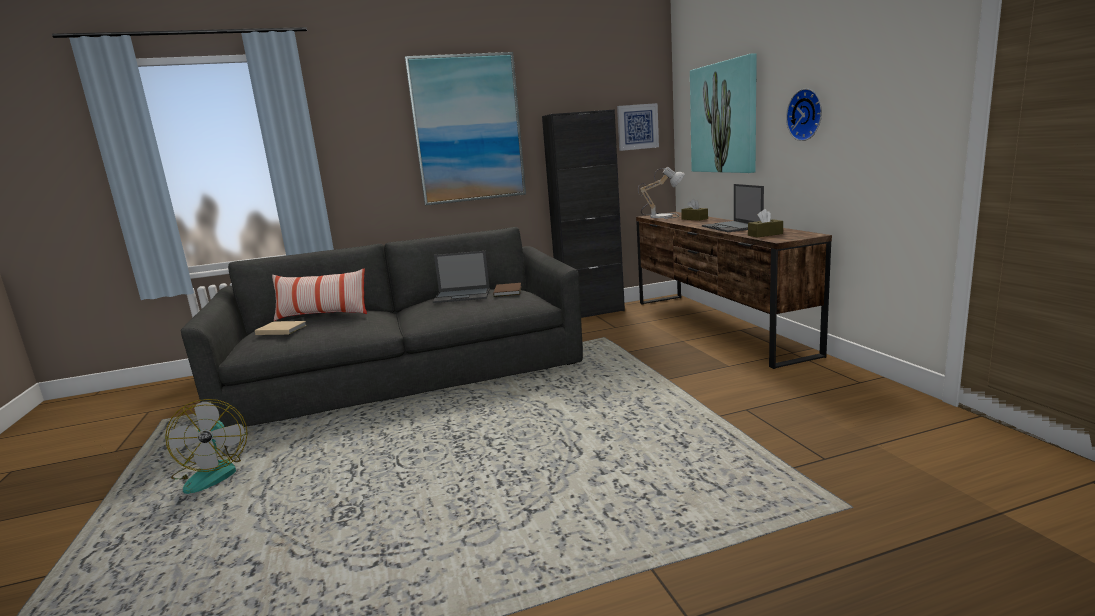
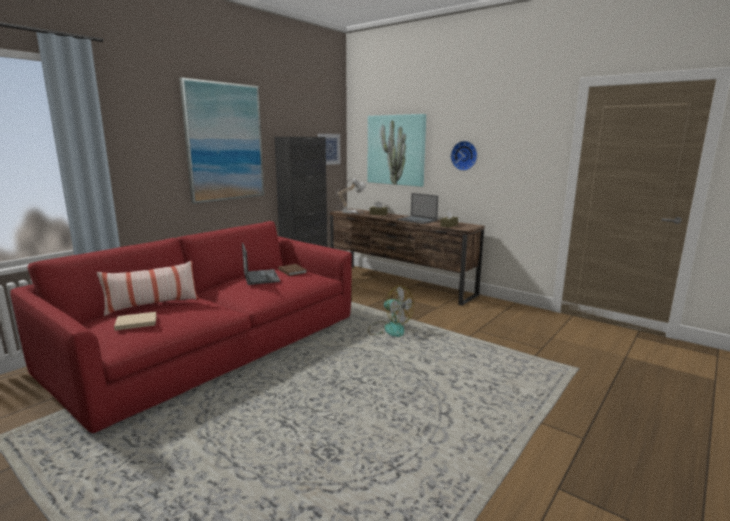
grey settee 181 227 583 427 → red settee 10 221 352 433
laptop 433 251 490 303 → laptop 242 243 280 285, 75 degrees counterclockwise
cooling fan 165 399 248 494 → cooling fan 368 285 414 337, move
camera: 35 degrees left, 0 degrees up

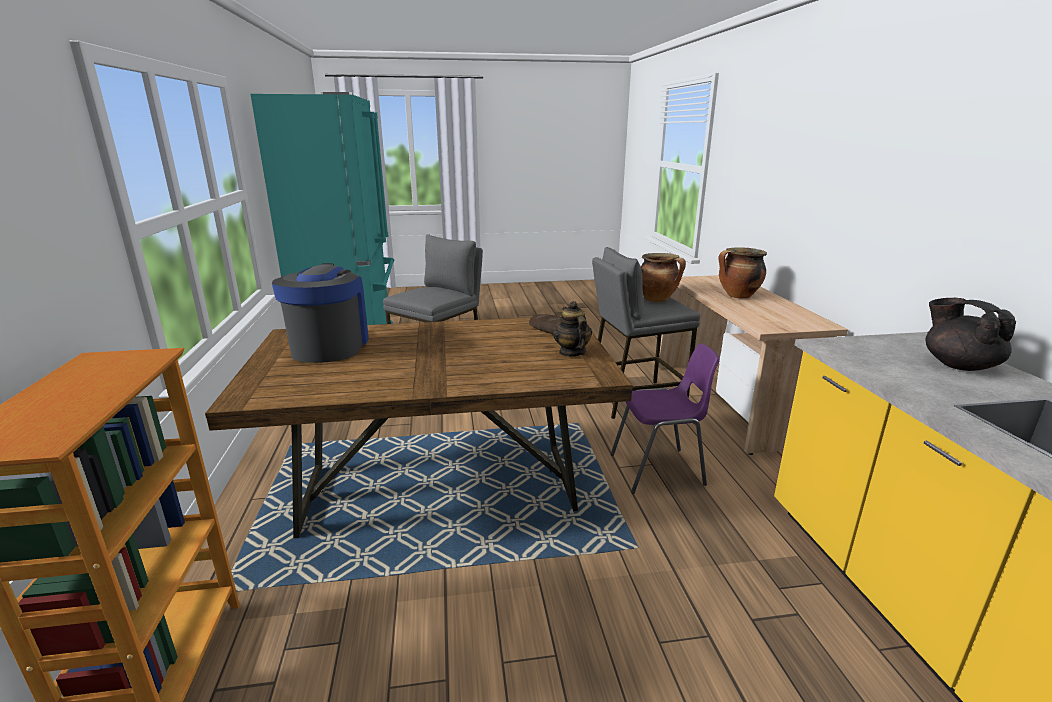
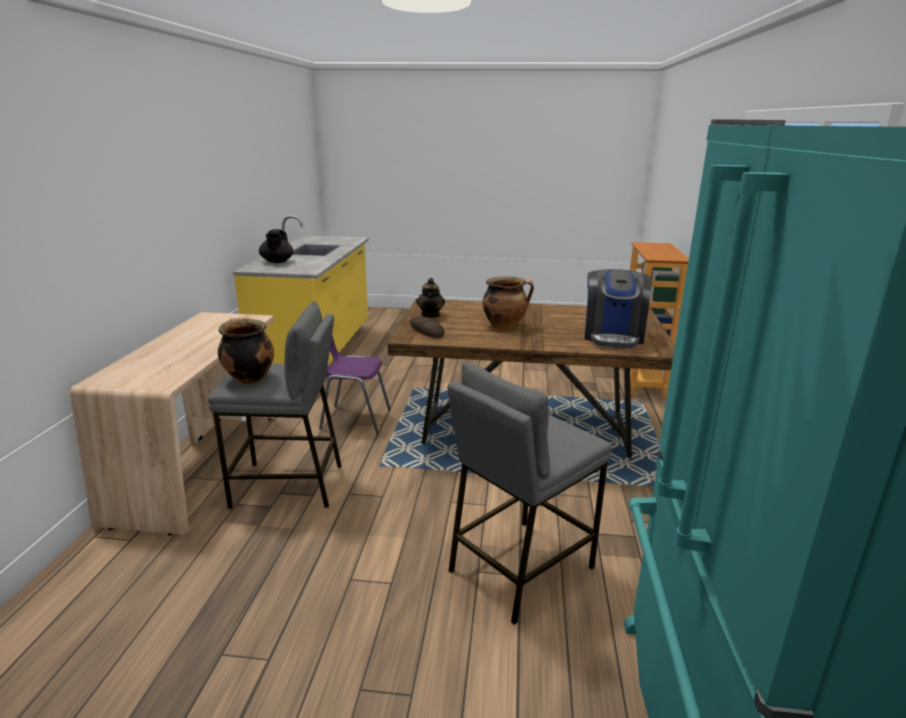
cooking pot 719 247 767 299 → cooking pot 483 276 534 330, move
camera: 165 degrees left, 0 degrees up

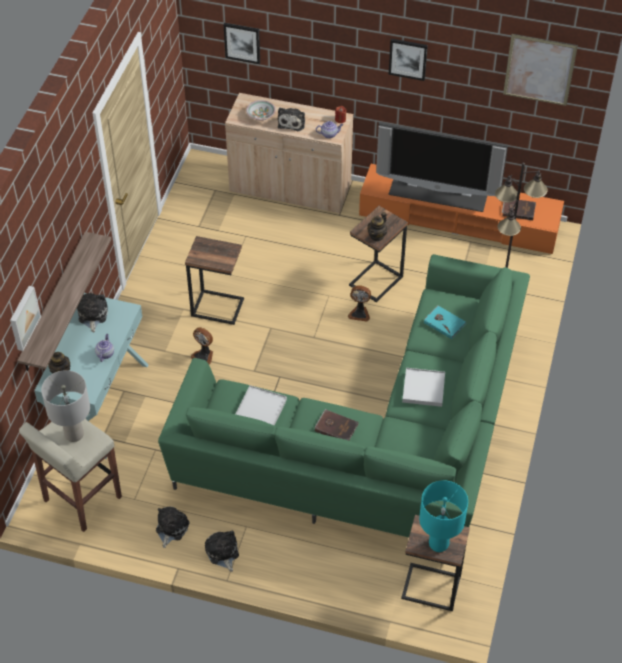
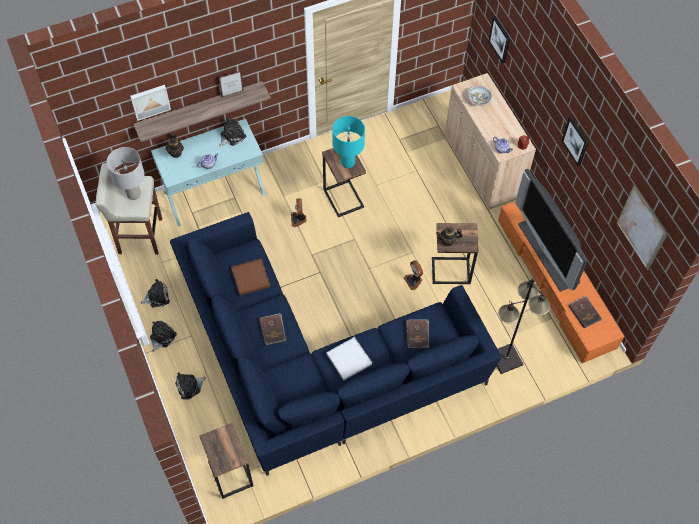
cuddly toy 278 107 305 131 → cuddly toy 175 372 206 400, move
green settee 158 254 530 537 → blue settee 170 212 501 476
turquoise-coloured book 424 305 466 339 → brown-coloured book 406 319 429 348
white serving tray 236 385 287 426 → brown-coloured serving tray 231 258 271 296
turquoise-coloured tabletop lamp 419 480 468 552 → turquoise-coloured tabletop lamp 332 116 365 168, move
- → picture frame 219 71 244 97
camera: 50 degrees right, 10 degrees up

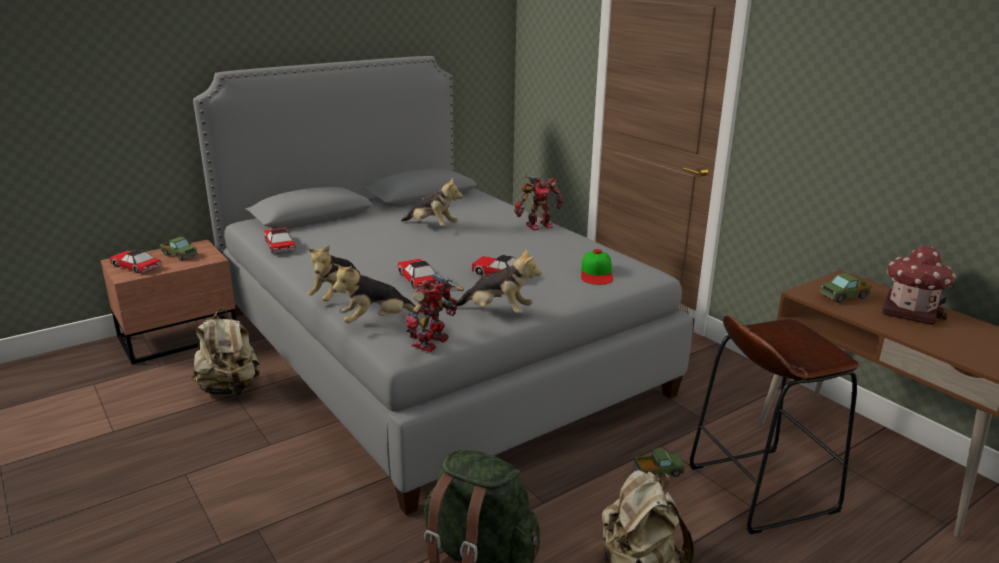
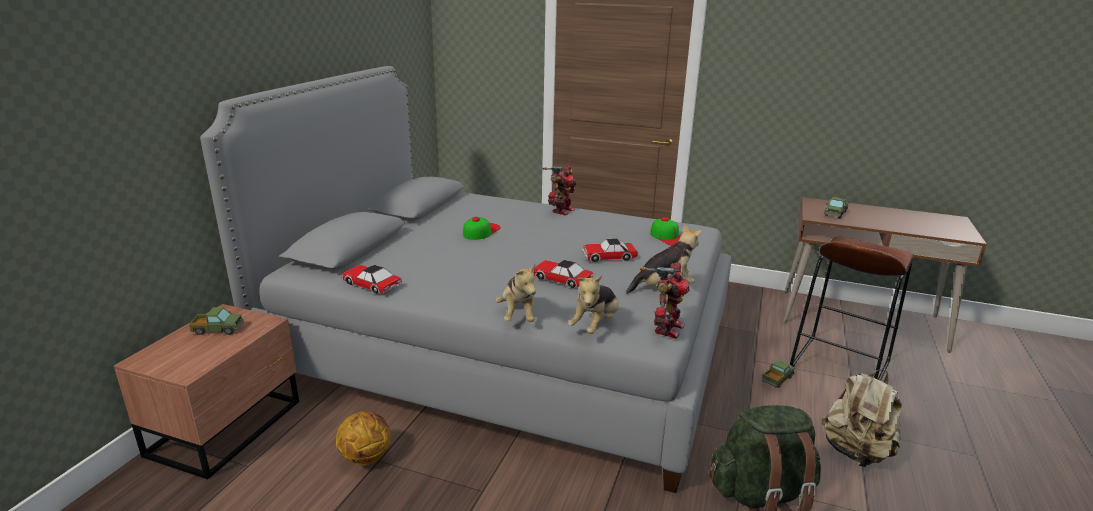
cuddly toy 401 177 463 226 → baseball cap 463 217 501 240
toy house 882 246 956 325 → -
model car 110 250 162 273 → -
robot figure 405 273 464 352 → robot figure 640 262 689 339, 150 degrees counterclockwise
beige backpack 191 308 260 396 → basketball ball 336 411 391 466
camera: 35 degrees left, 0 degrees up

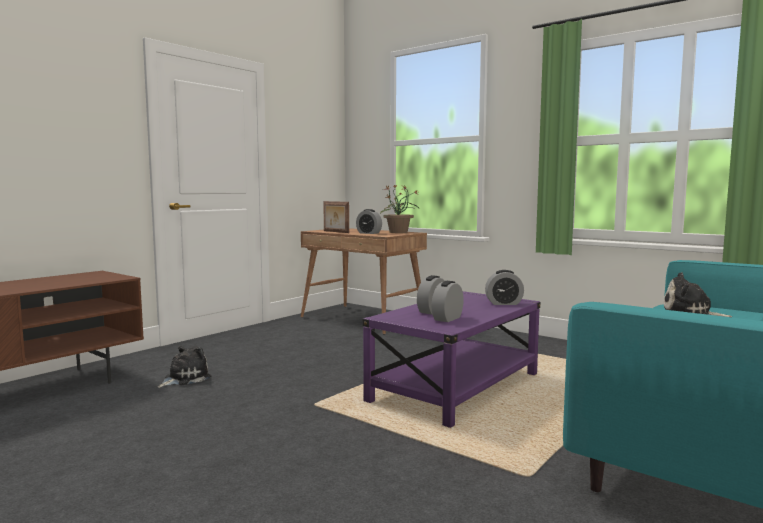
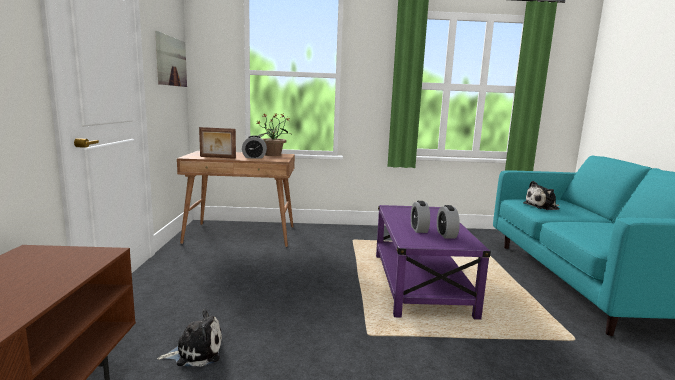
table clock 485 270 524 305 → -
cuddly toy 158 346 211 388 → cuddly toy 157 310 222 367, 75 degrees clockwise
- → wall picture 155 31 187 87
camera: 40 degrees left, 5 degrees up

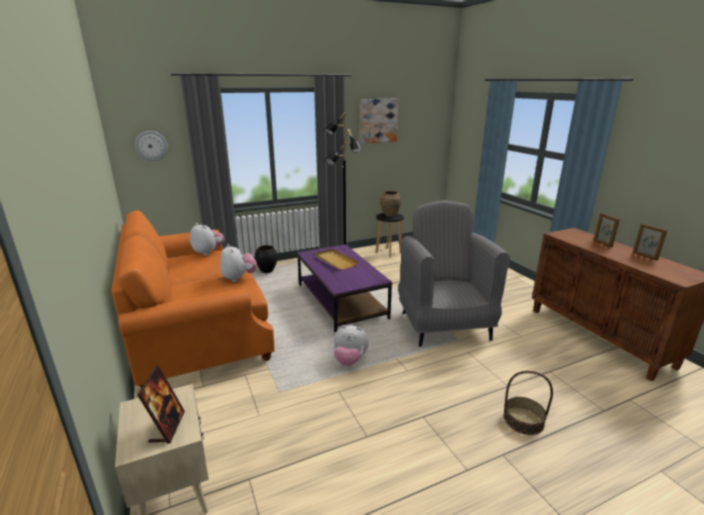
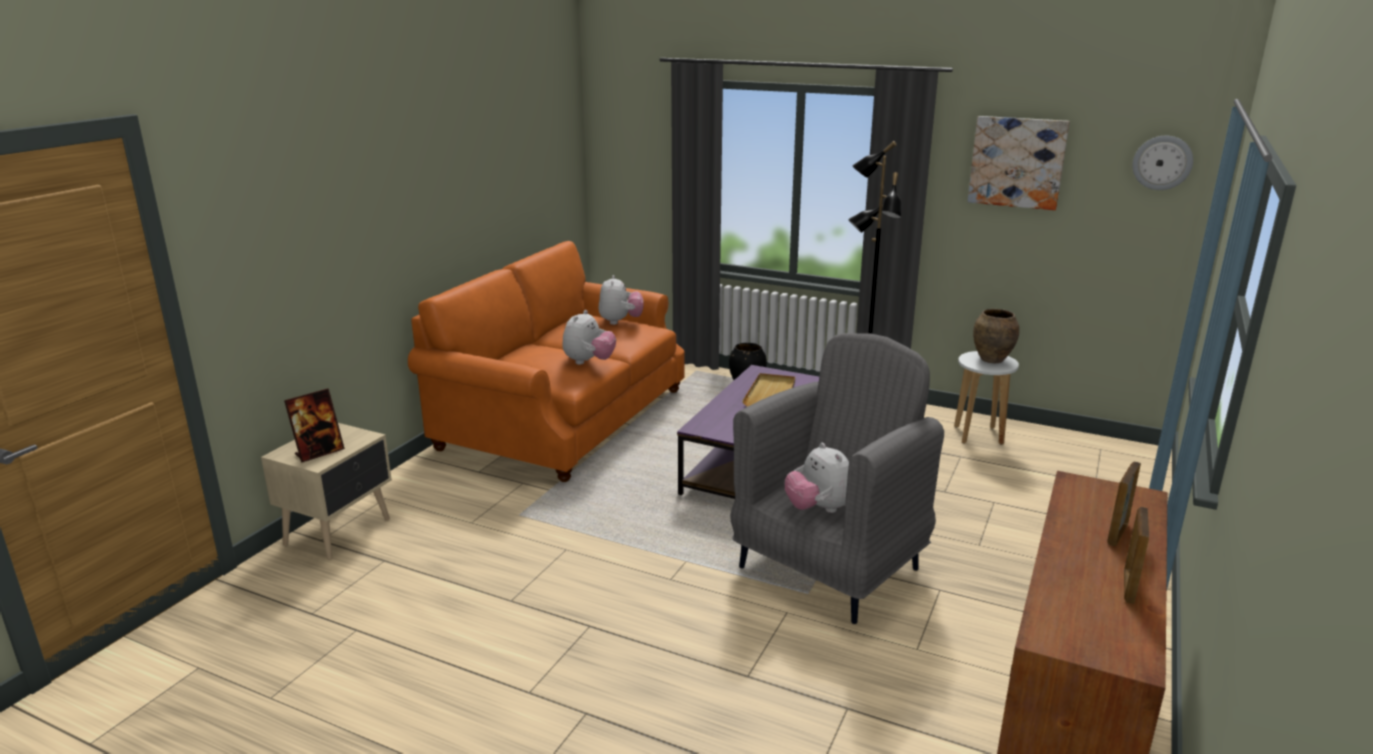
hanging clock 135 131 168 161 → hanging clock 1132 136 1193 190, move
blackish stool 376 213 404 258 → white stool 954 351 1019 445
cuddly toy 333 325 369 366 → cuddly toy 785 443 849 513, move
basket 503 371 553 435 → -
camera: 50 degrees right, 0 degrees up

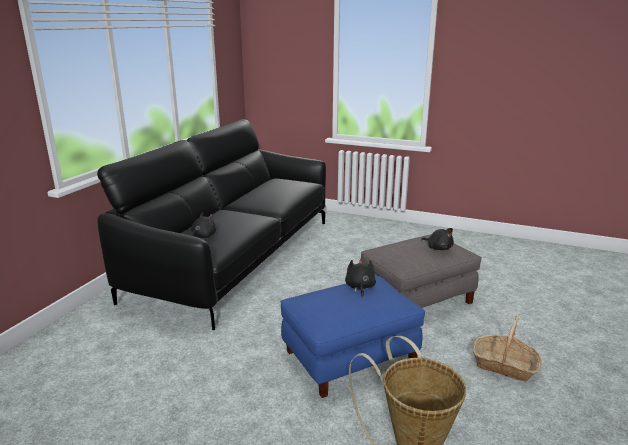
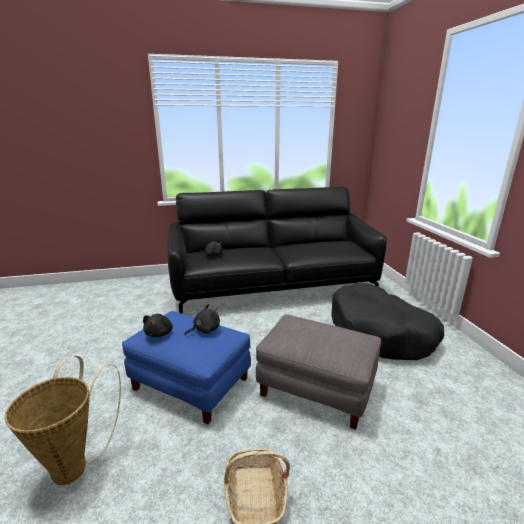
blackish cuddly toy 421 228 454 250 → blackish cuddly toy 143 314 173 337, move
- → blackish dog bed 331 283 444 360
camera: 55 degrees right, 0 degrees up

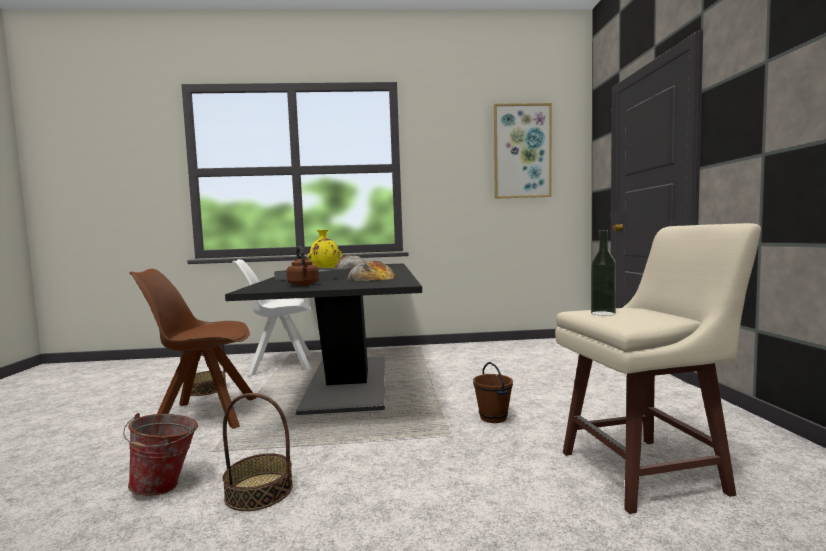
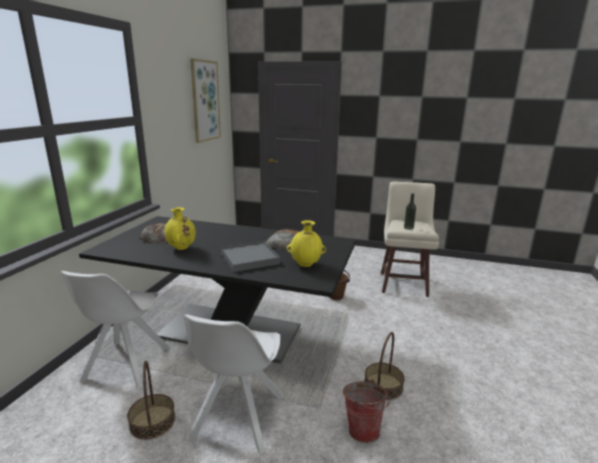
brown-coloured tea kettle 287 246 319 286 → yellowish decorative vase 287 220 326 267
brown-coloured chair 130 269 256 429 → white chair 184 314 284 454
camera: 70 degrees left, 15 degrees up

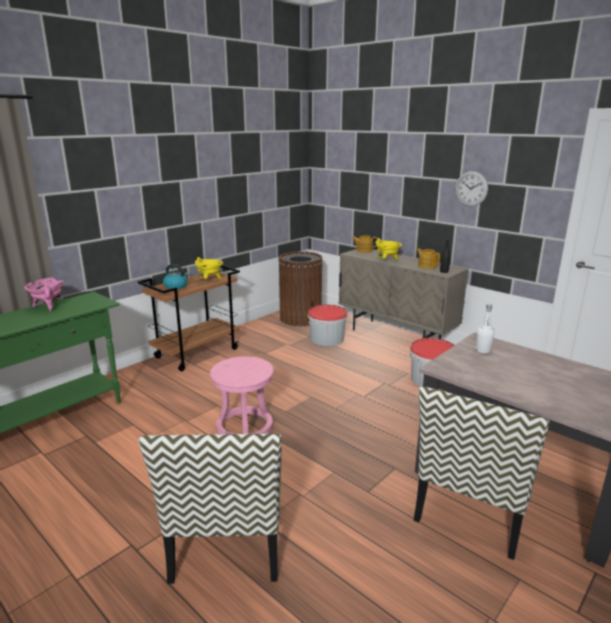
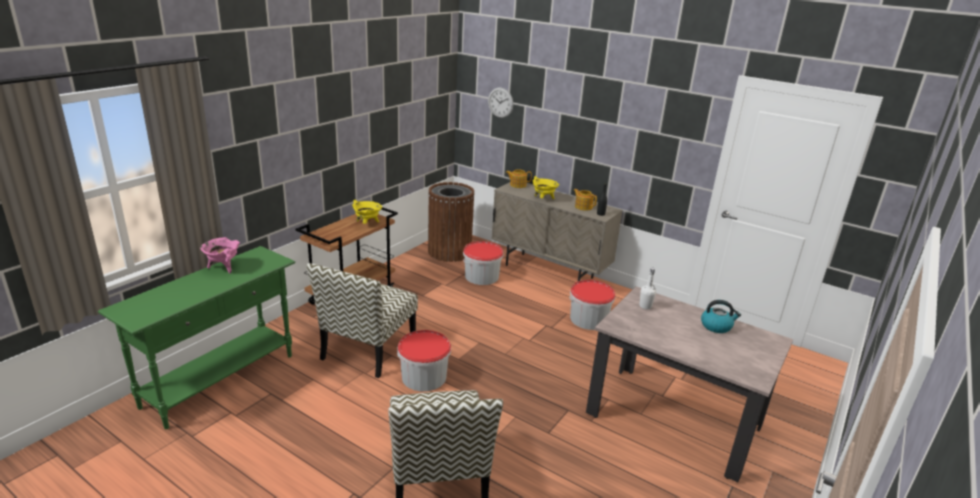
hanging clock 455 171 488 206 → hanging clock 488 87 513 118, move
tea kettle 163 264 189 289 → tea kettle 701 300 741 333, move
pinkish stool 210 356 274 434 → water bucket 397 330 451 391
chair 413 386 549 560 → chair 306 263 418 378, move
camera: 10 degrees left, 5 degrees up

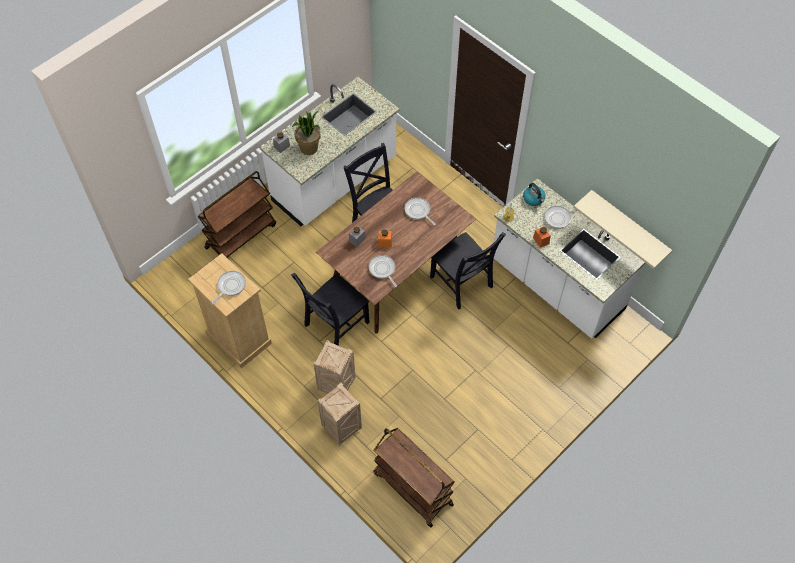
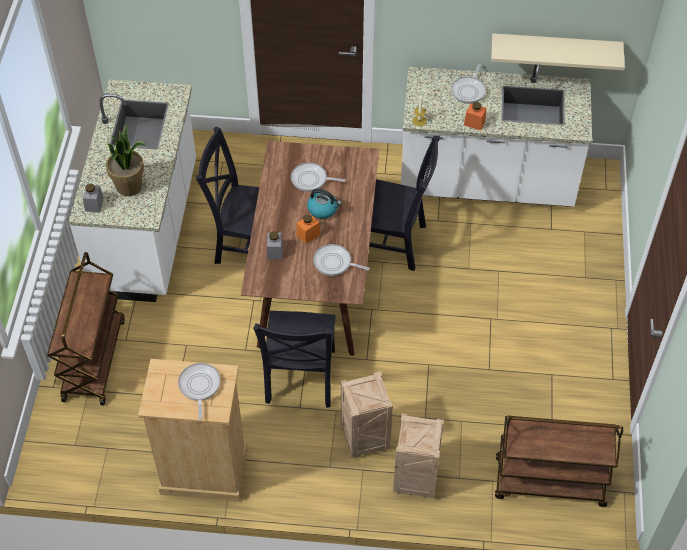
tea kettle 523 183 545 206 → tea kettle 307 189 342 219, move
camera: 40 degrees left, 5 degrees down

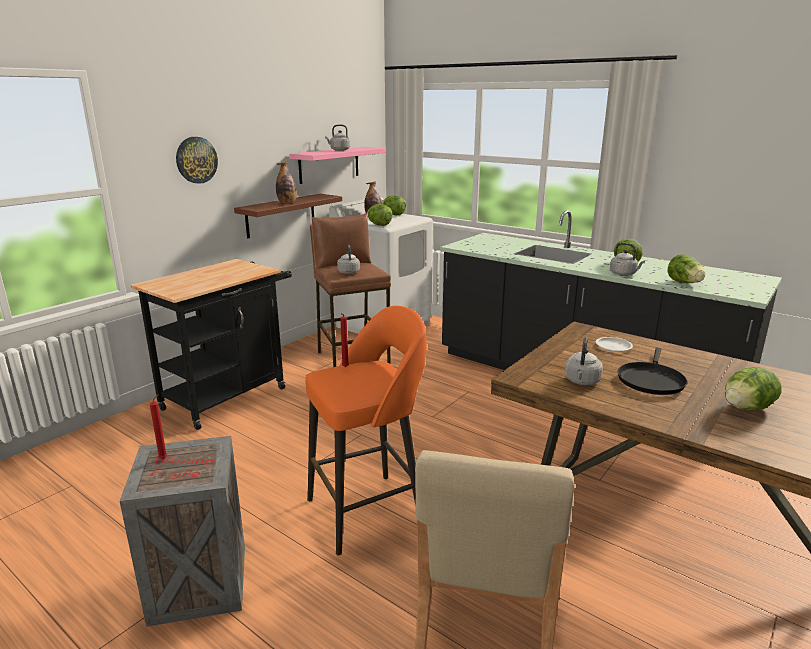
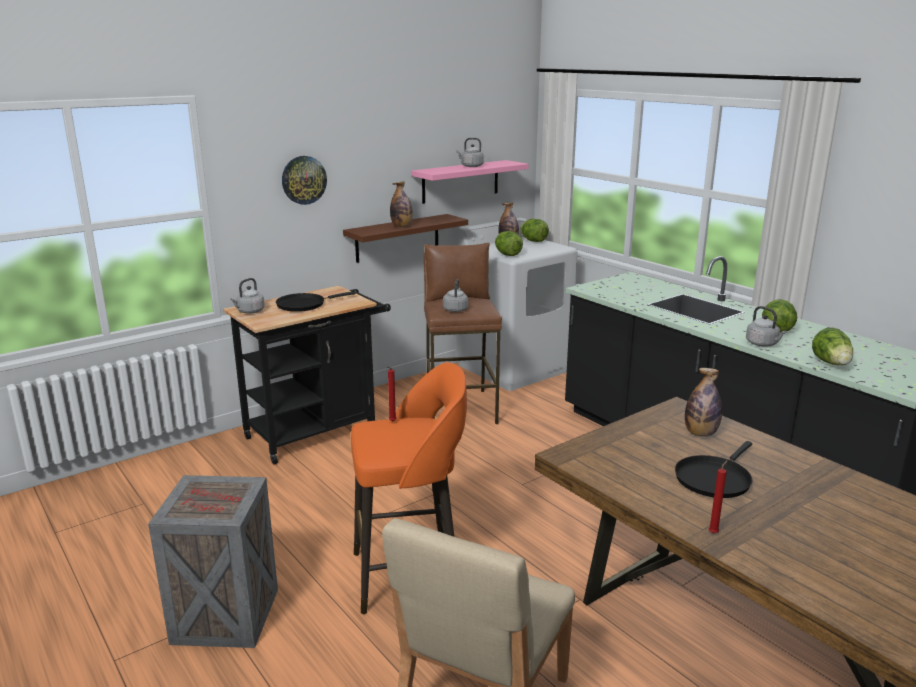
grey tea kettle 565 337 603 385 → grey tea kettle 230 278 265 314, move
white plate 596 337 633 352 → bottle 685 368 722 436
head of lettuce 725 367 782 411 → -
red wax candle 150 394 167 459 → red wax candle 709 460 728 534, move
- → blackish pan 276 291 355 312
camera: 15 degrees right, 0 degrees up

